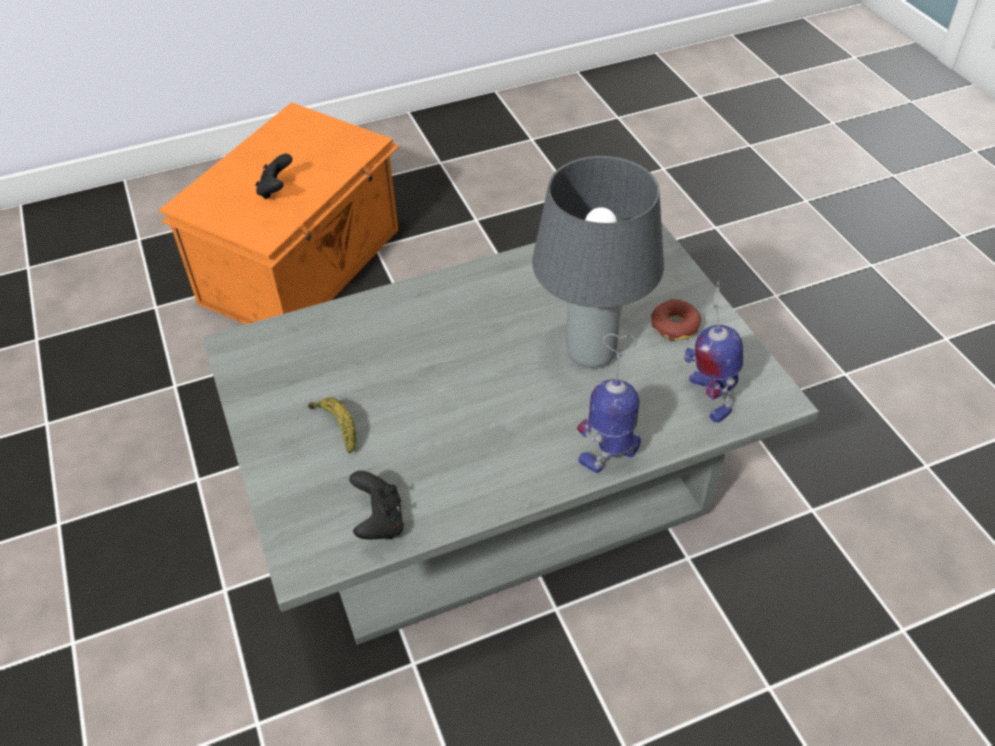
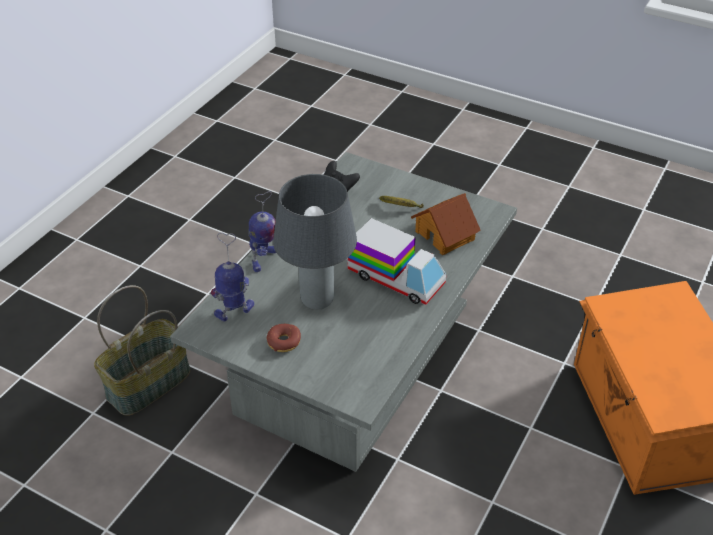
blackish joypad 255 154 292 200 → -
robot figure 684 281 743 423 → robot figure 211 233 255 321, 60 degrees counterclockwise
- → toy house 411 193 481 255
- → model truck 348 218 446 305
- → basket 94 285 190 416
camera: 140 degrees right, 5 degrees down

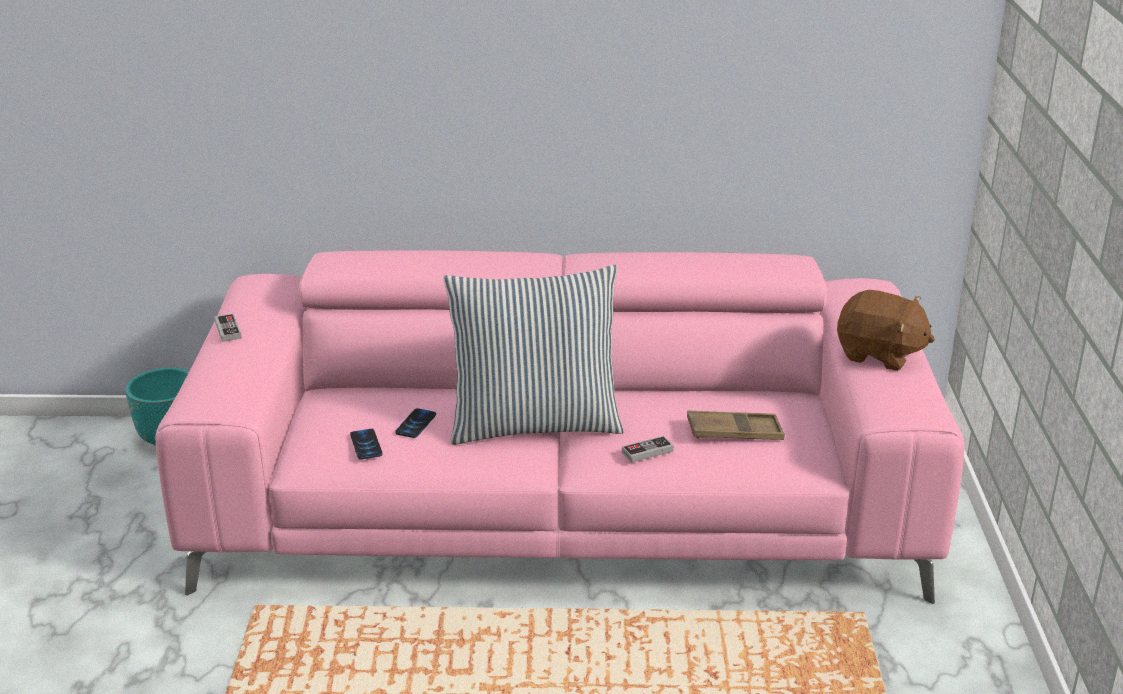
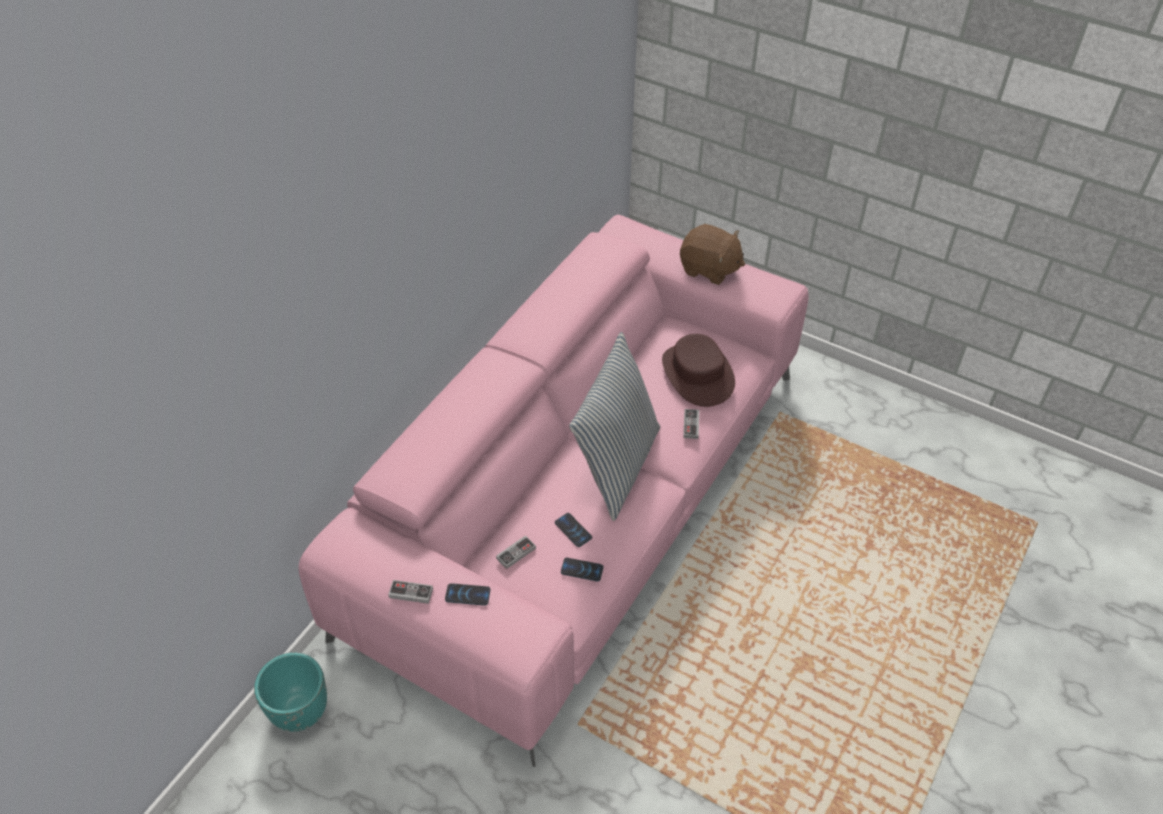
brown-coloured cuddly toy 837 290 935 371 → brown-coloured cuddly toy 680 224 745 285, 60 degrees clockwise
brown-coloured serving tray 687 410 785 440 → brown-coloured wearable hat 662 334 735 407
- → joypad 496 535 536 569
- → phone 445 583 490 606
camera: 60 degrees left, 20 degrees up

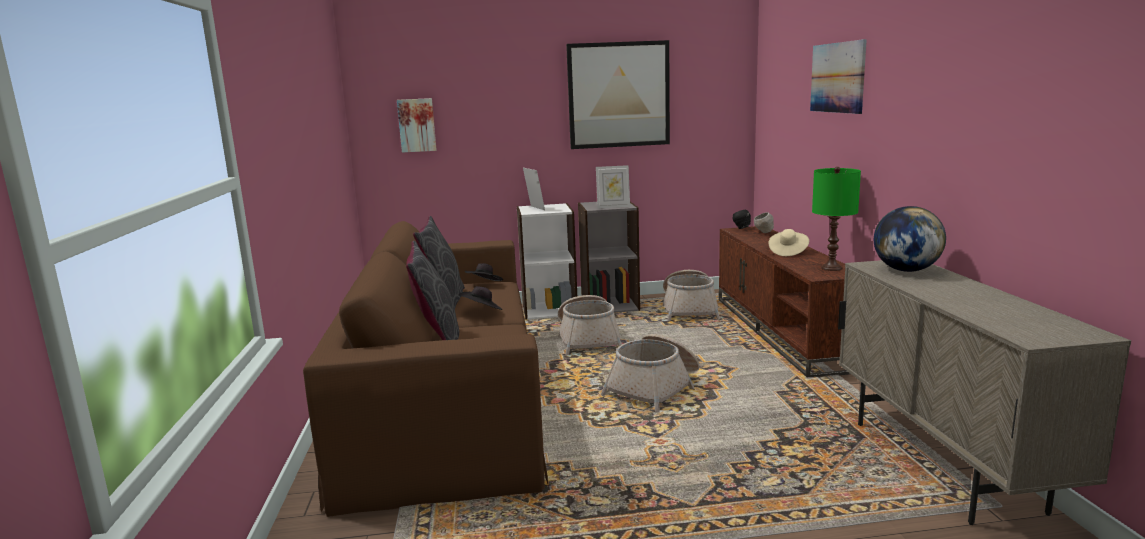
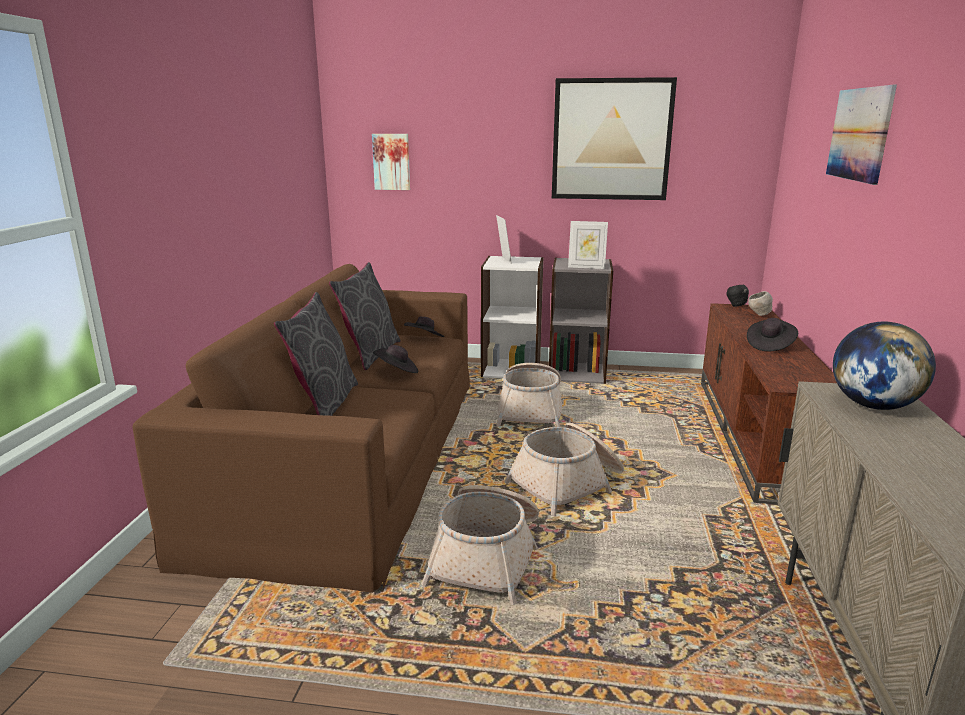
green tabletop lamp 812 167 861 271 → -
beige wearable hat 769 229 809 256 → blackish wearable hat 747 318 798 351
basket 662 270 720 321 → basket 422 485 539 605, move
camera: 15 degrees right, 5 degrees up

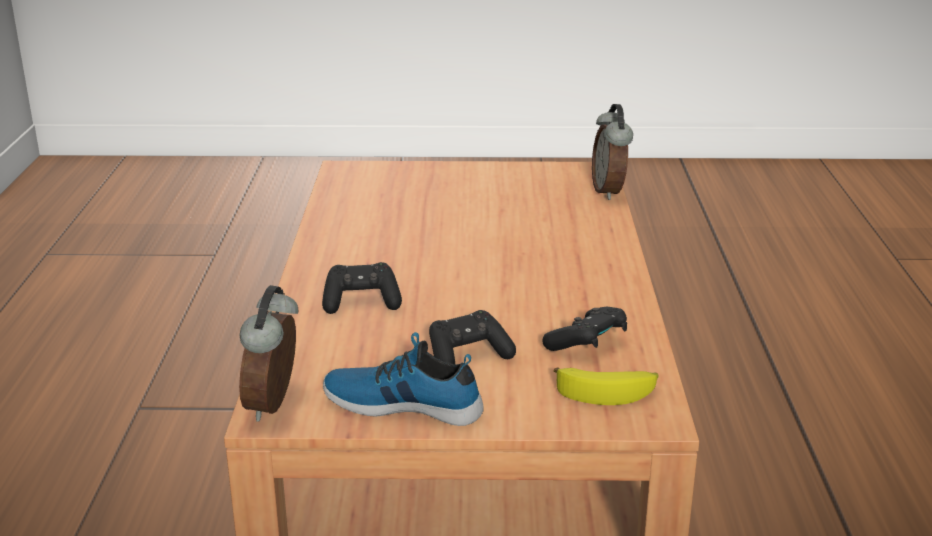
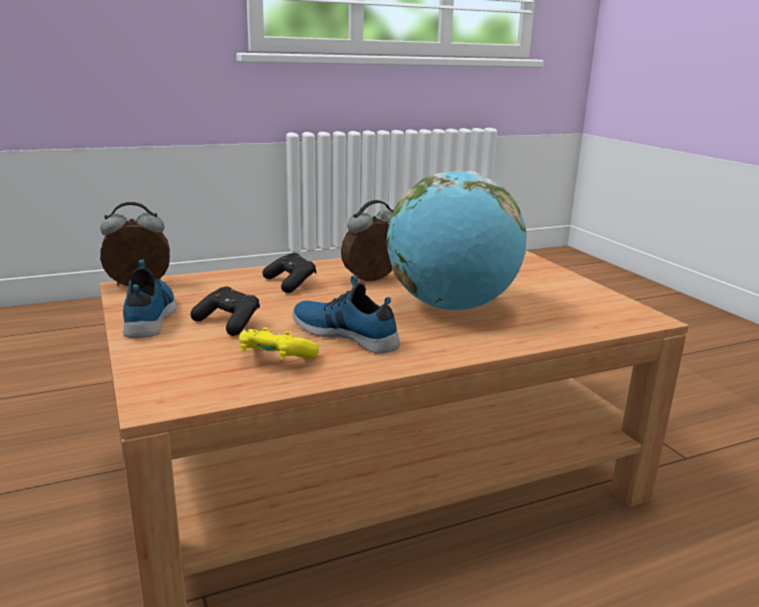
table clock 592 104 633 200 → table clock 341 200 394 281, move
blackish joypad 542 307 627 351 → yellowish joypad 239 328 319 360
banana 553 368 659 405 → -
- → globe 387 171 527 310
- → shoe 293 275 400 354
camera: 65 degrees right, 5 degrees down

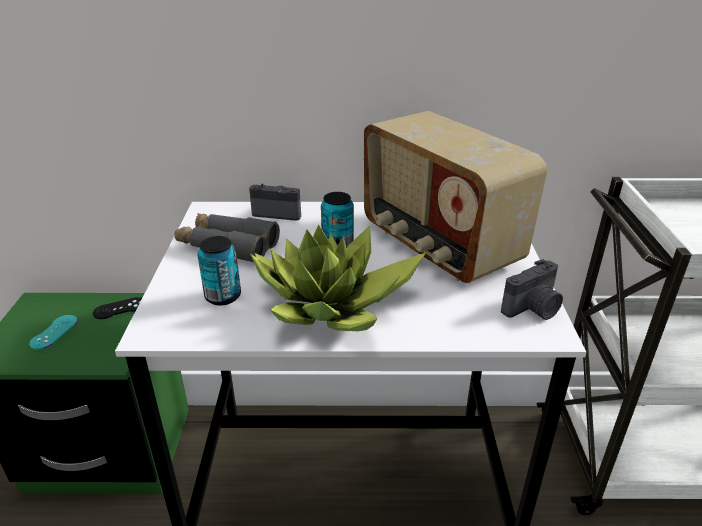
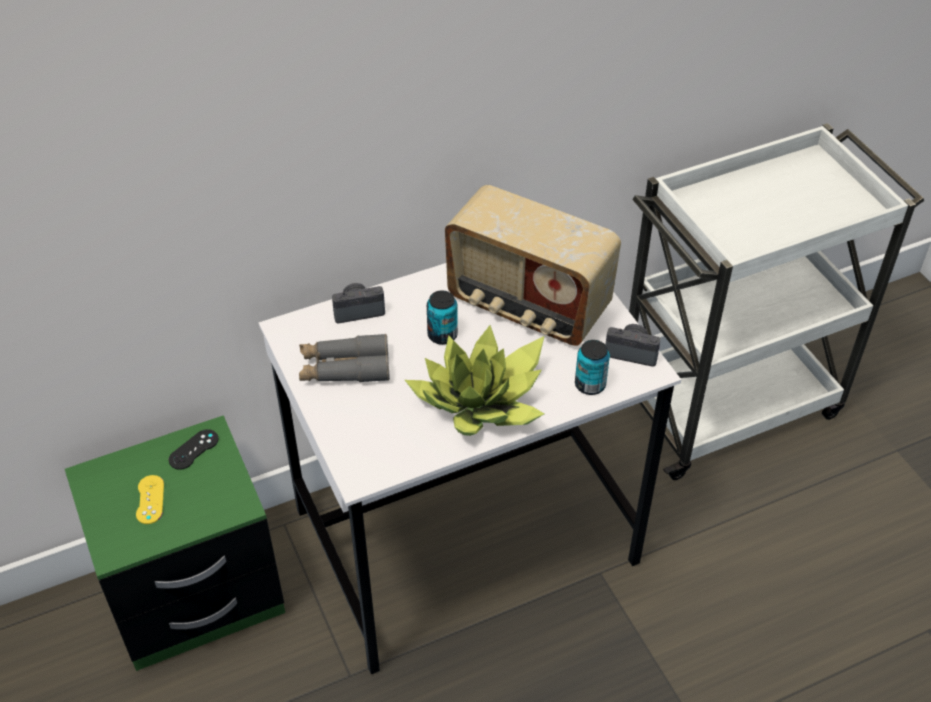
sealed can 197 236 241 305 → sealed can 575 340 610 395, move
still camera 501 259 563 320 → still camera 605 324 661 367, 105 degrees counterclockwise
turquoise-coloured joypad 29 315 78 350 → yellowish joypad 136 475 164 524
camera: 25 degrees left, 15 degrees up

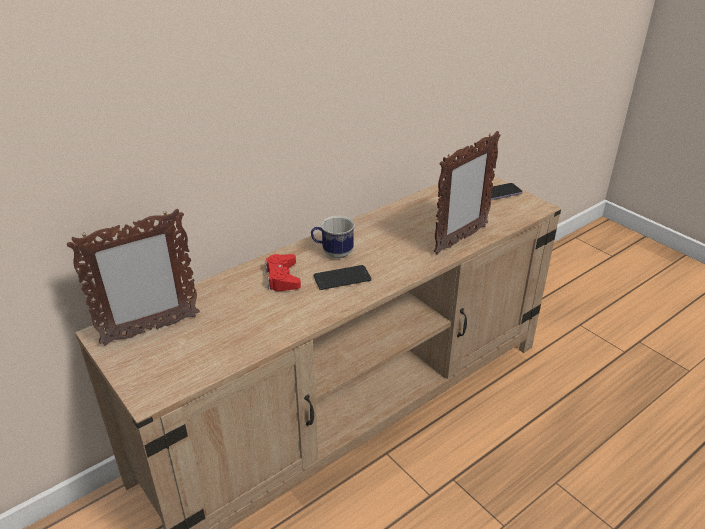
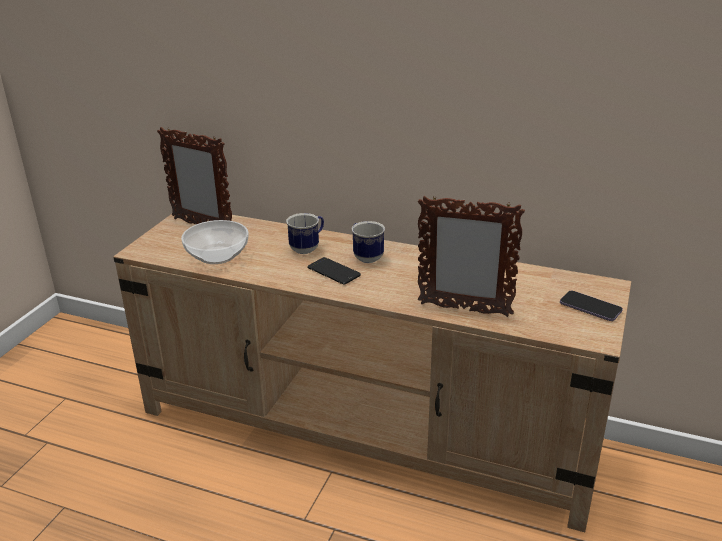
red joypad 265 254 301 291 → mug 286 213 324 254
- → serving bowl 181 220 249 264
camera: 60 degrees right, 5 degrees down

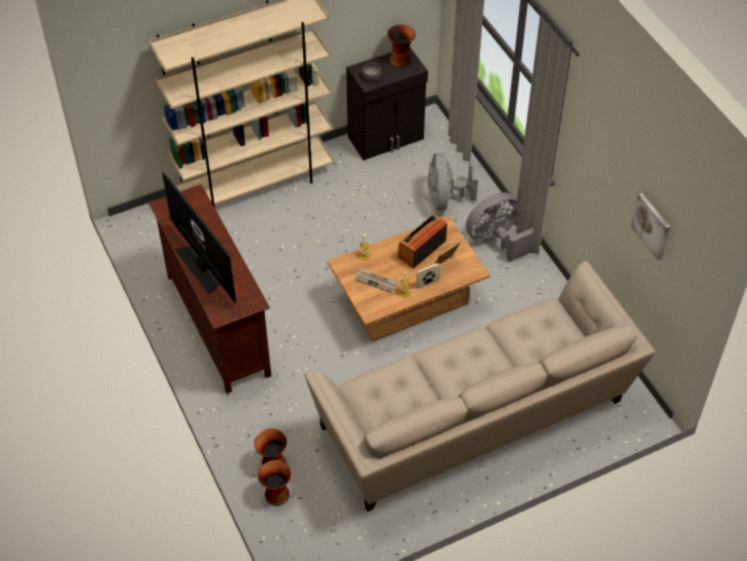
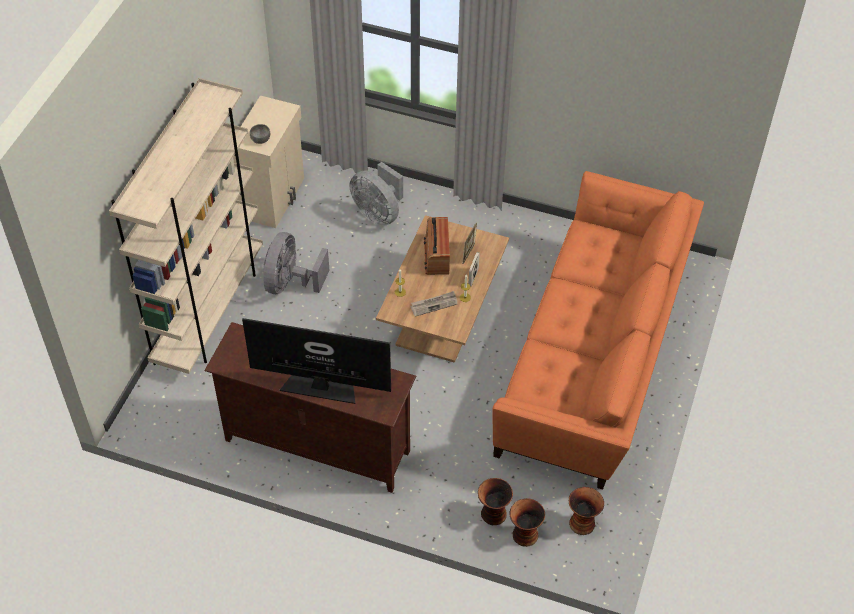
decorative vase 387 24 416 67 → decorative vase 569 487 604 535, move
blackish cabinet 346 47 428 160 → beige cabinet 233 96 304 228
grey cooling fan 466 192 534 262 → grey cooling fan 263 232 329 294, move
wall picture 631 193 670 260 → -
beige settee 304 261 655 512 → orange-coloured settee 492 171 704 490
camera: 45 degrees left, 0 degrees up

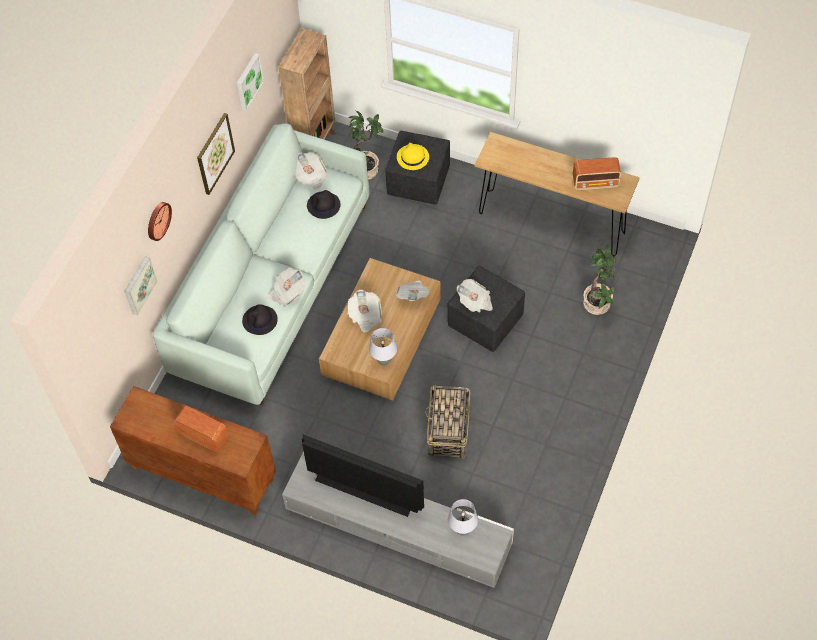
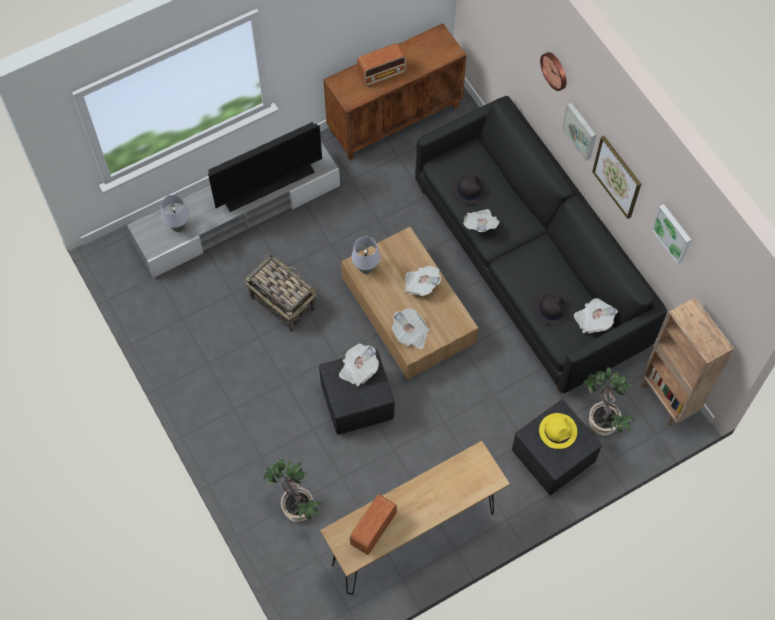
white settee 153 123 369 405 → blackish settee 415 96 667 393
wall picture 124 256 158 316 → wall picture 562 102 596 161, move
camera: 125 degrees right, 5 degrees up

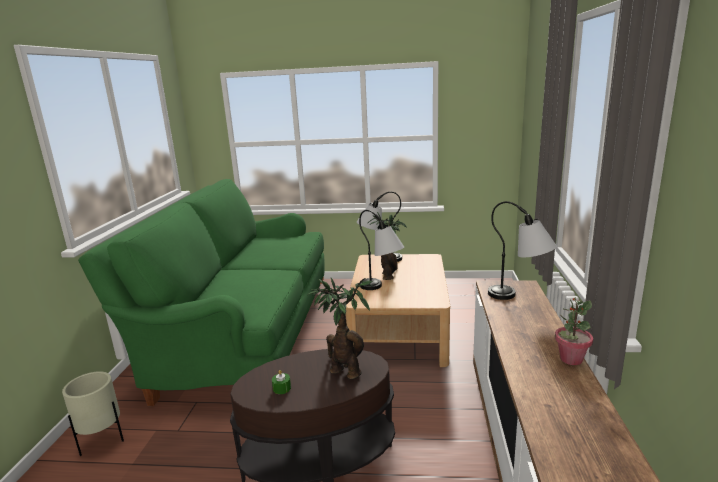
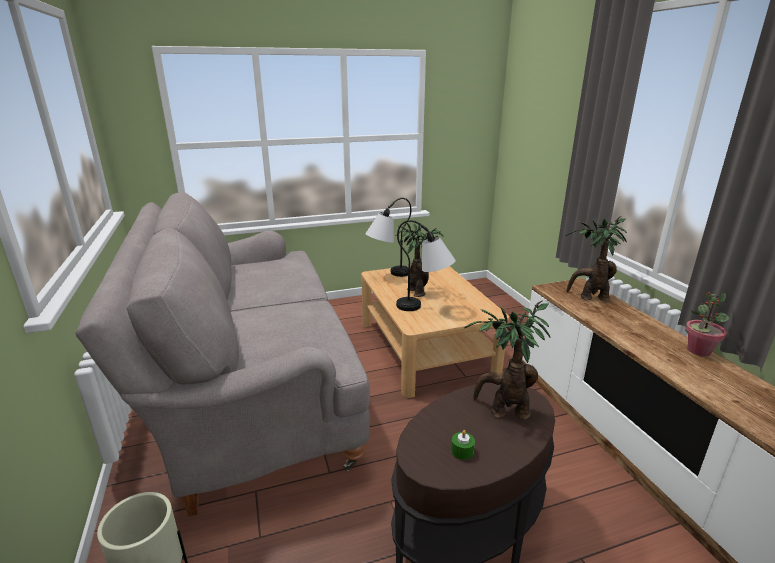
green settee 78 179 325 406 → grey settee 75 192 370 517
tabletop lamp 488 201 557 300 → plant in a pot 566 216 627 301
camera: 25 degrees left, 5 degrees up

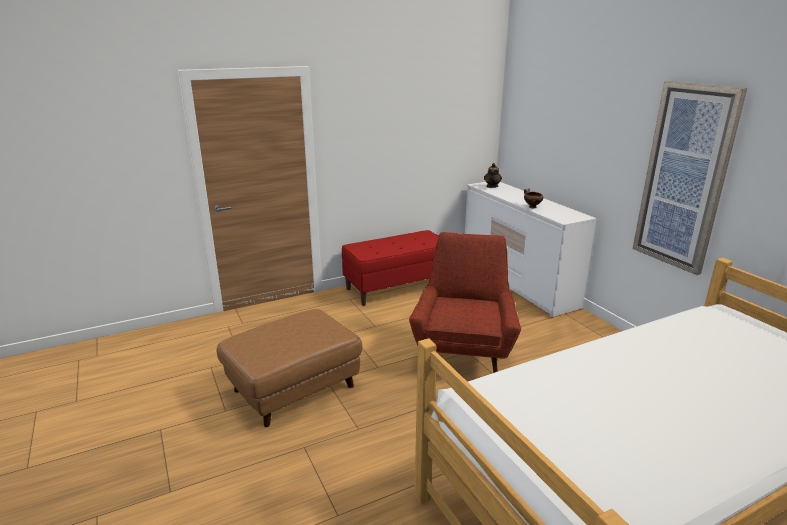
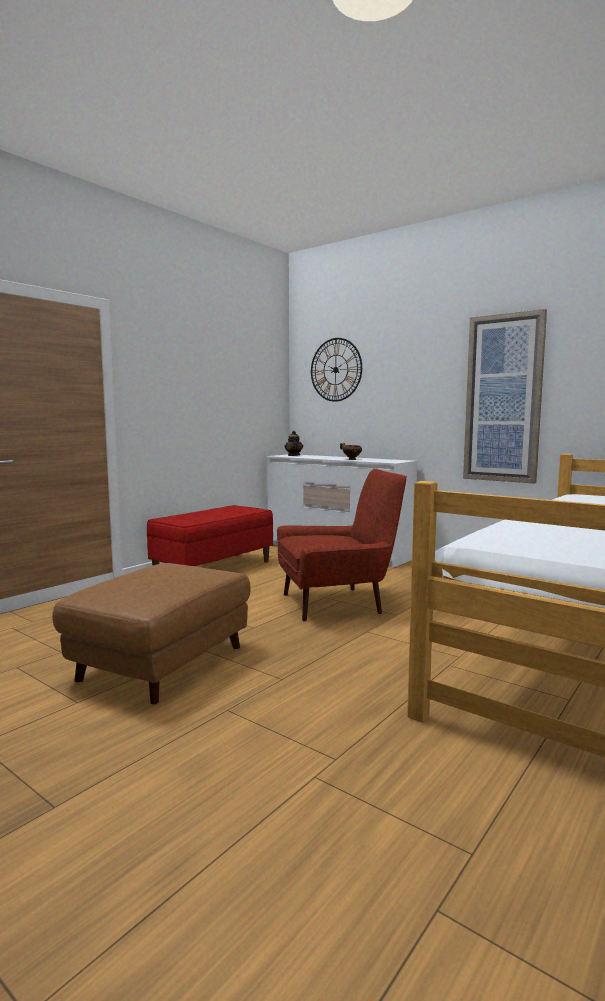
red lounge chair 409 232 521 373 → red lounge chair 277 469 407 621, 90 degrees clockwise
- → hanging clock 311 338 362 402
camera: 25 degrees left, 15 degrees down

